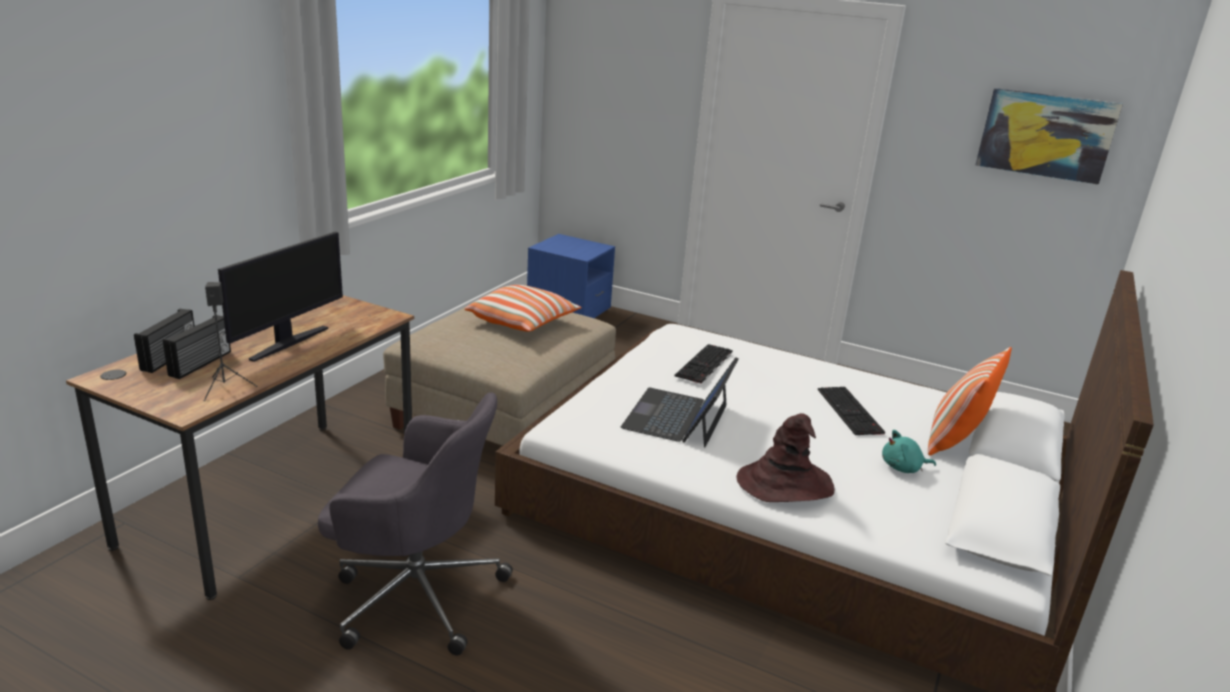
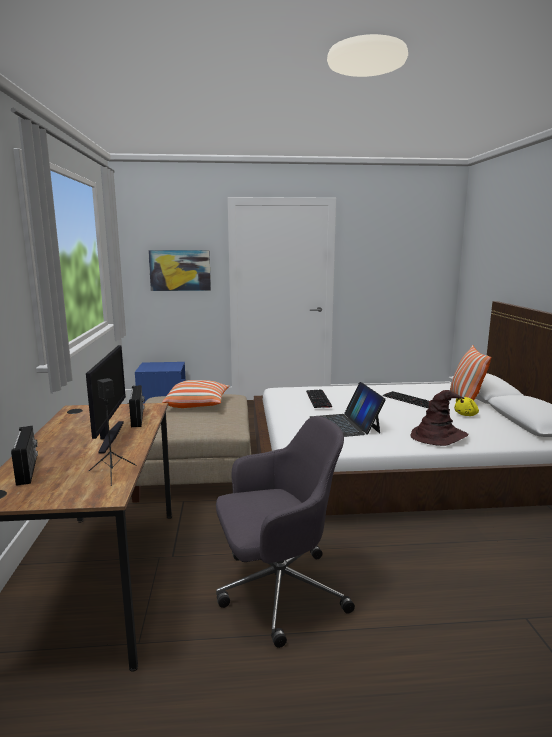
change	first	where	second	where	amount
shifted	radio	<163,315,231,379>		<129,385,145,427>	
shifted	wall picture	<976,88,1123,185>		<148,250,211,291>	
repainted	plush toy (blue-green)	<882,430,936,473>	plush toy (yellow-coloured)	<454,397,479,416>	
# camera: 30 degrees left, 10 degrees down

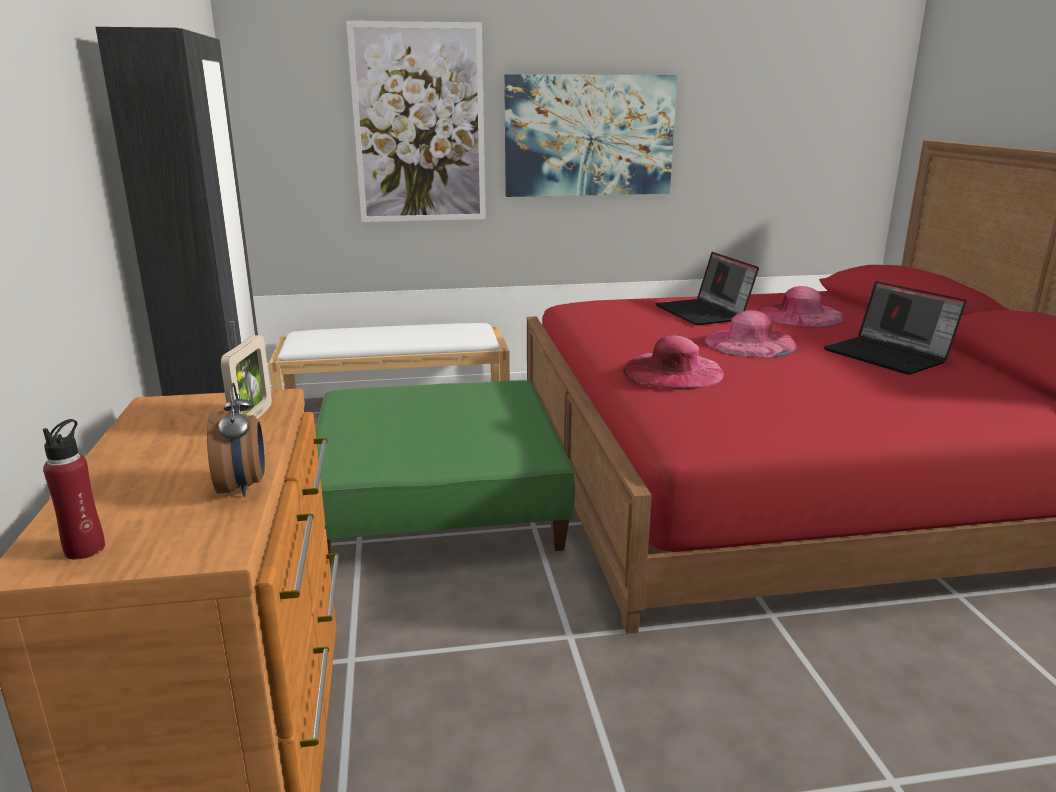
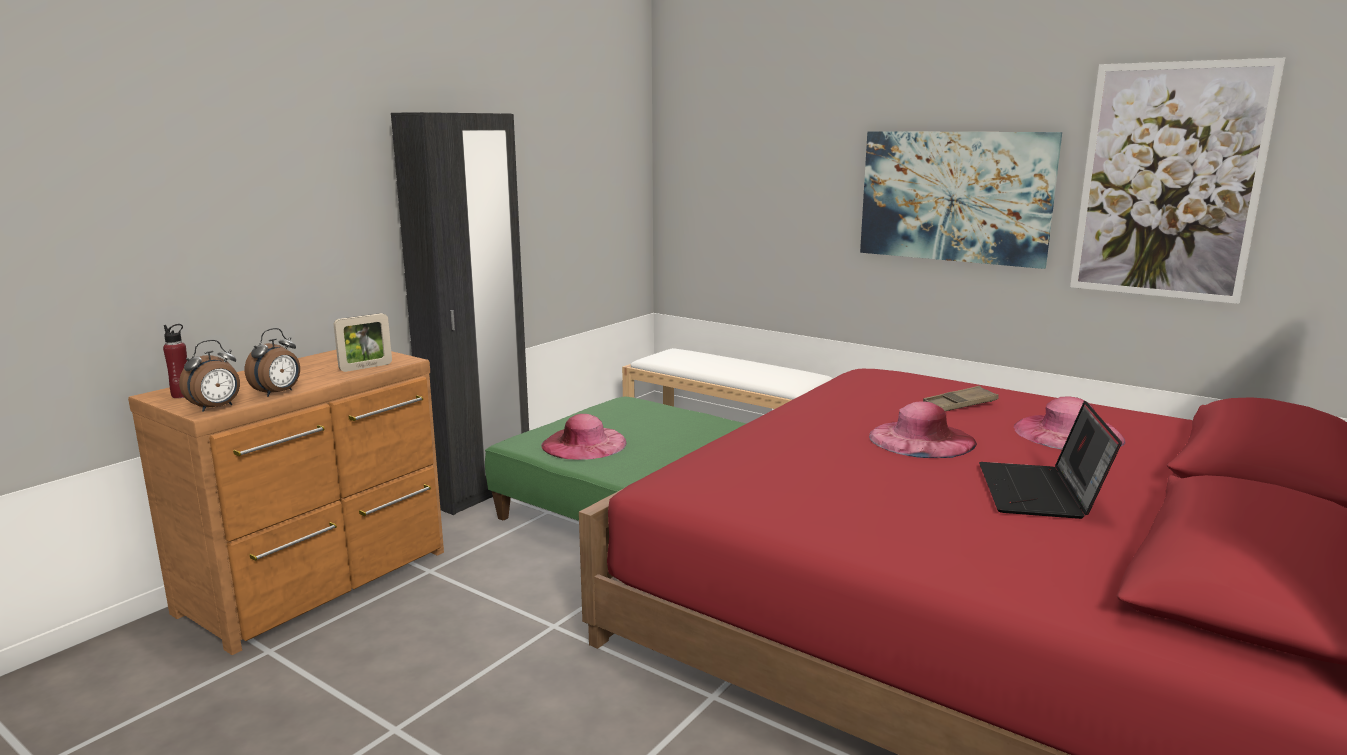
change	first	where	second	where	amount
new			bedside clock	<179,340,240,412>	
shifted	wall picture	<346,21,486,222>		<1070,58,1285,304>	
shifted	clothing hat (pink)	<623,336,724,389>		<541,414,627,460>	
swapped	laptop	<655,252,759,325>	tray (brown)	<923,386,999,411>	
# camera: 45 degrees right, 5 degrees down

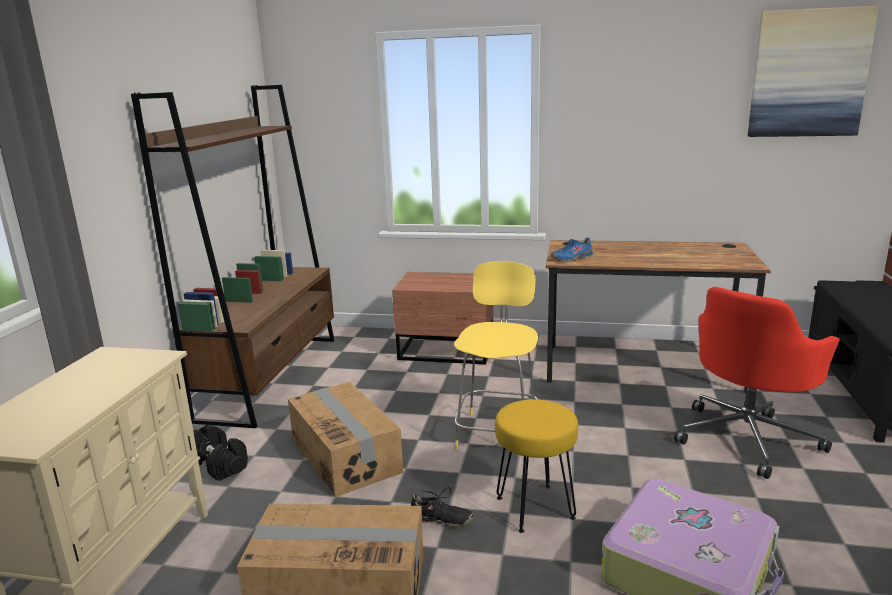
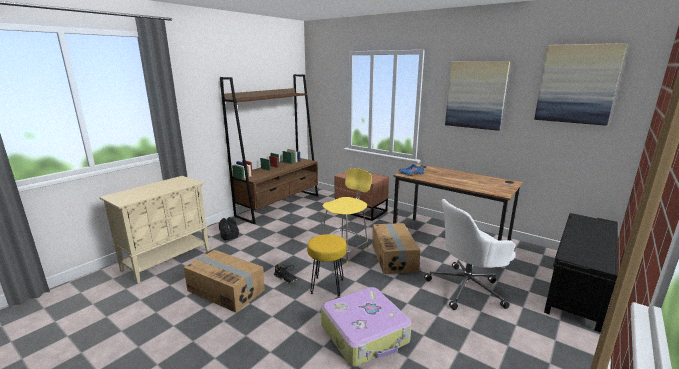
change	first	where	second	where	amount
new			wall picture	<445,62,510,131>	
shifted	carton	<288,382,403,497>		<372,223,421,274>	
repainted	desk chair (reddish)	<674,287,840,479>	desk chair (white-coloured)	<424,199,515,310>	
# camera: 25 degrees right, 0 degrees up

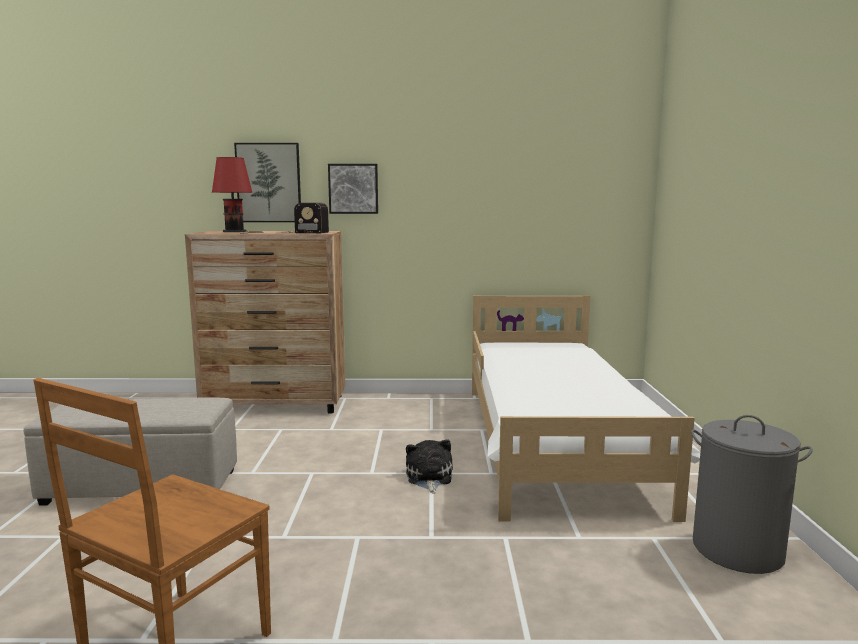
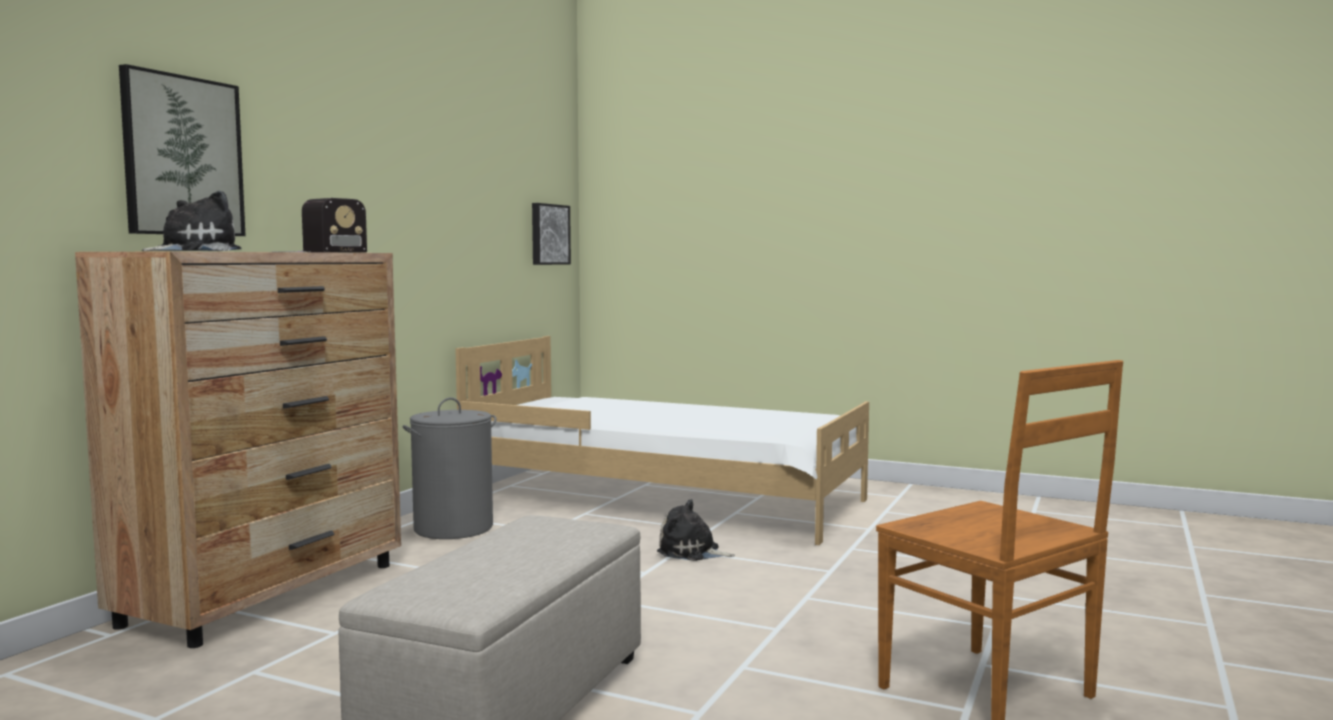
change	first	where	second	where	amount
shifted	wall picture	<328,164,378,214>		<532,203,571,265>	
shifted	laundry basket (greyish)	<691,415,813,574>		<403,397,496,539>	
swapped	table lamp (reddish)	<212,157,262,234>	plush toy	<142,191,241,251>	
# camera: 65 degrees left, 5 degrees down

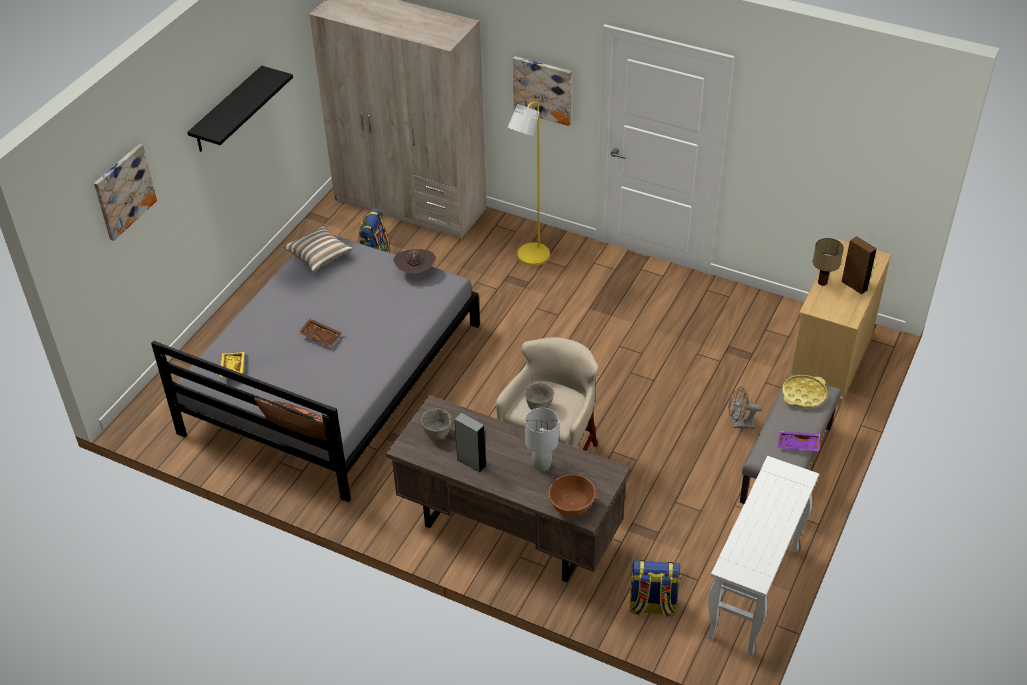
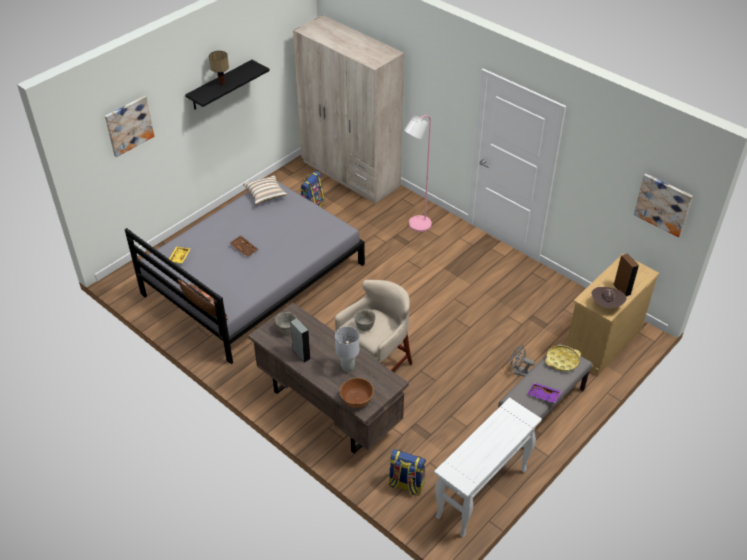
change	first	where	second	where	amount
shifted	clothing hat (brown)	<393,249,436,274>		<591,287,627,308>	
shifted	wall picture	<513,56,572,126>		<634,174,693,237>	
shifted	table lamp	<813,238,844,286>		<209,51,229,85>	
repainted	standing lamp (yellow-coloured)	<507,102,550,266>	standing lamp (pink)	<404,115,432,232>	
# camera: 15 degrees right, 0 degrees up

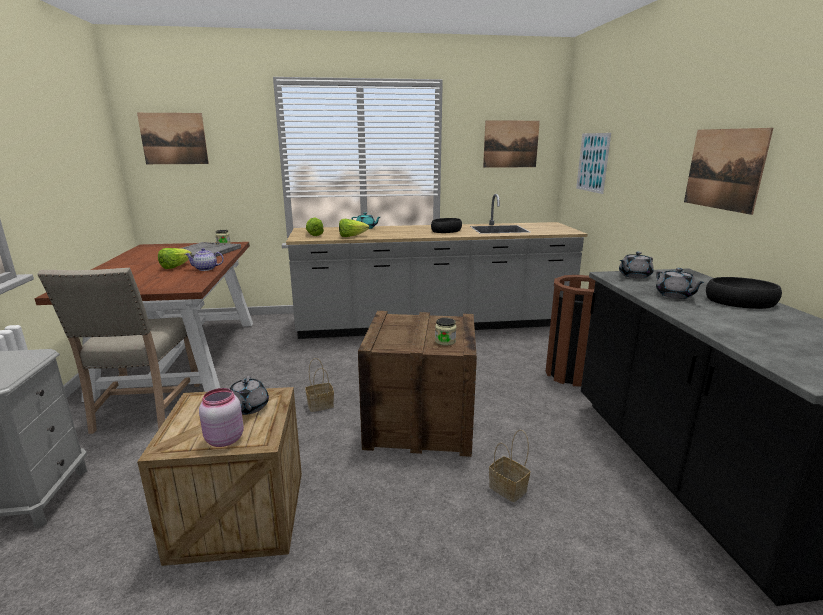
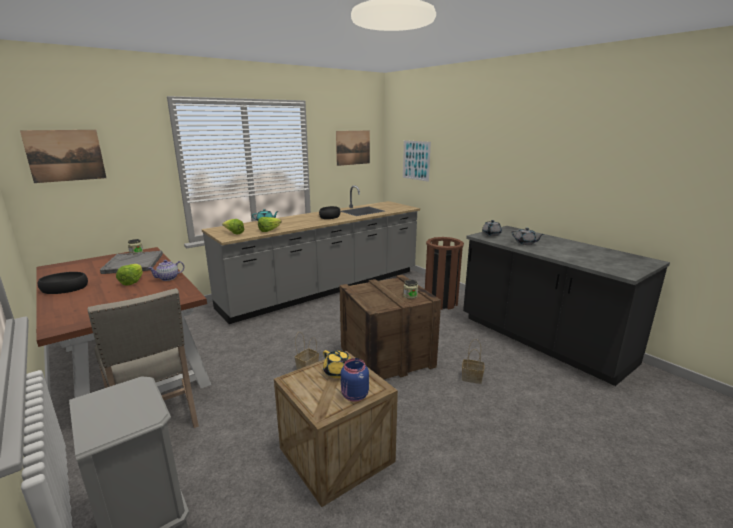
change	first	where	second	where	amount
gone	wall picture	<684,128,773,215>			
shifted	serving bowl (black)	<706,277,782,309>		<38,272,88,294>	
repainted	jar (pink)	<199,388,244,447>	jar (blue)	<341,358,369,402>	
repainted	teapot (greyish)	<230,376,269,415>	teapot (yellow-coloured)	<323,350,351,378>	
# camera: 30 degrees left, 0 degrees up

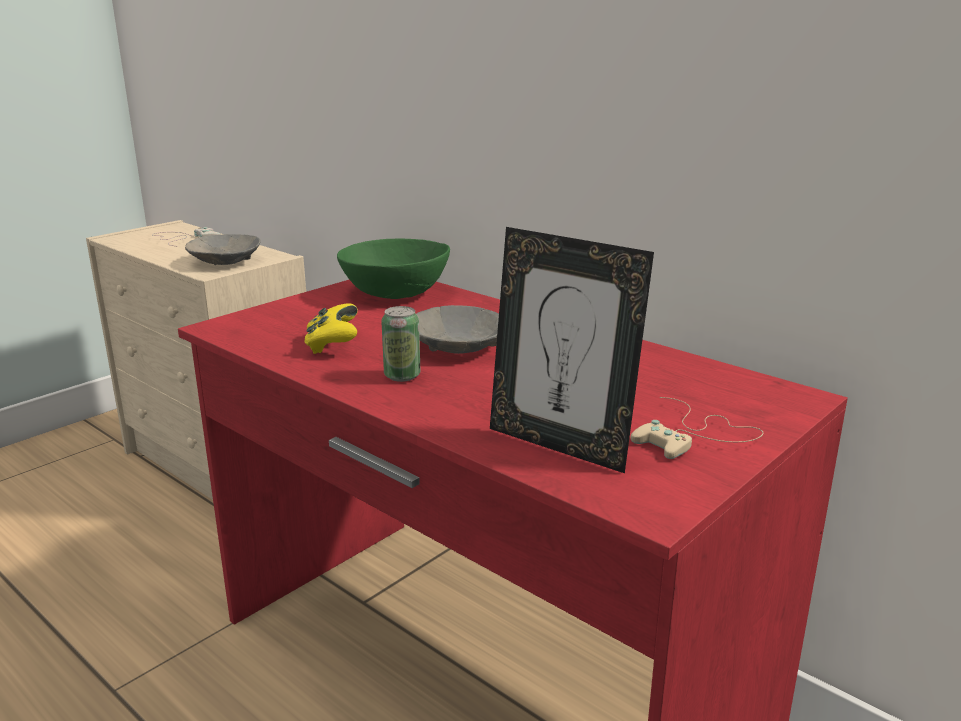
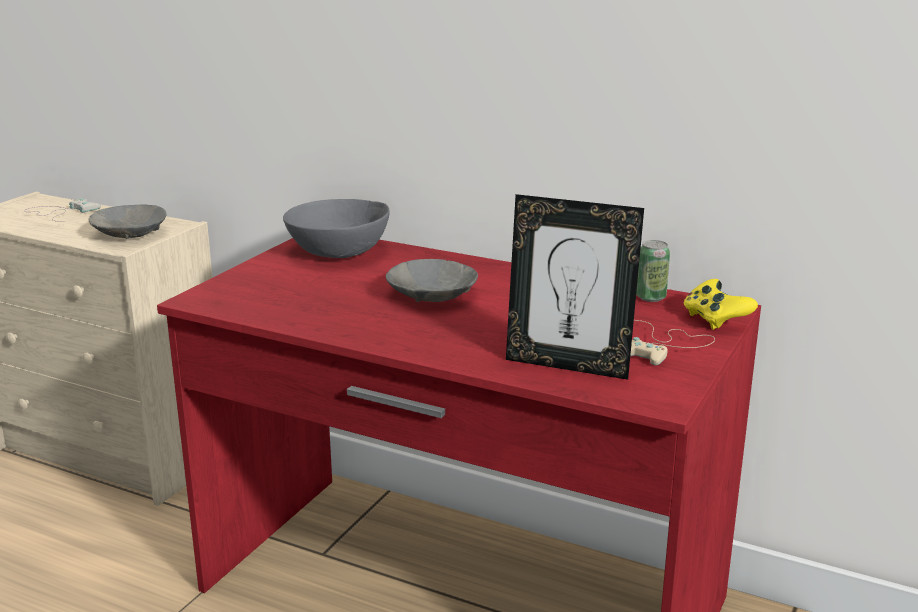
change	first	where	second	where	amount
shifted	gamepad (yellow-coloured)	<305,304,358,354>		<683,279,758,330>	
shifted	sealed can	<381,306,420,382>		<636,240,670,302>	
repainted	serving bowl (green)	<337,238,450,299>	serving bowl (greyish)	<283,199,390,258>	
# camera: 15 degrees left, 0 degrees up

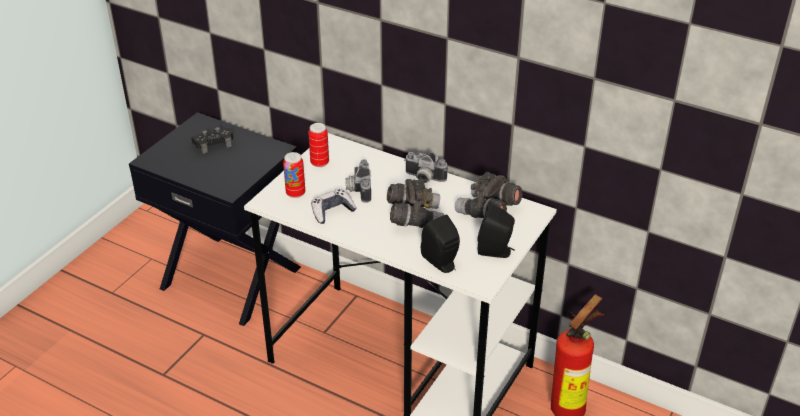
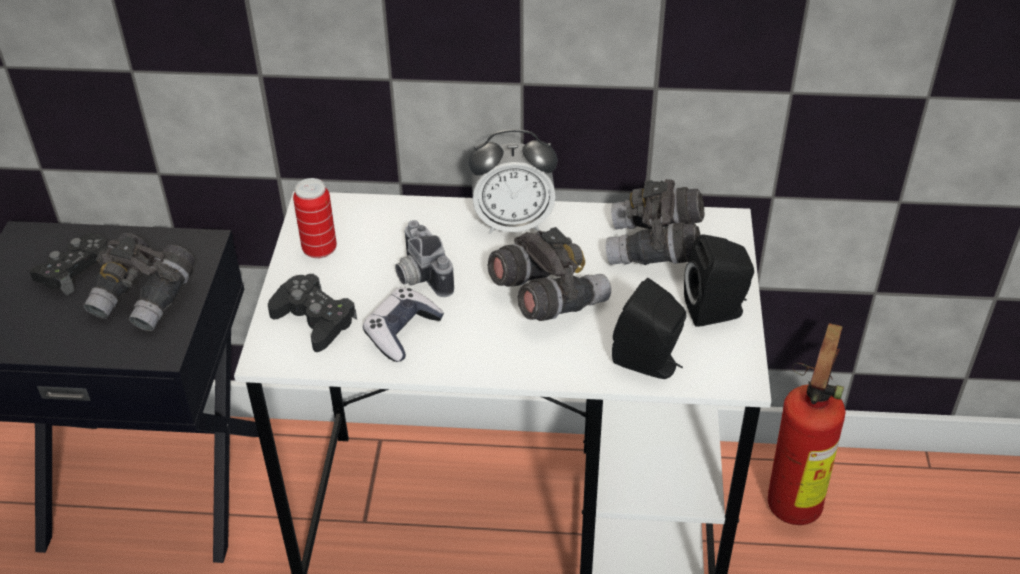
change	first	where	second	where	amount
new			binoculars (greyish)	<83,233,195,331>	
swapped	sealed can	<283,152,305,198>	gamepad (black)	<268,274,357,352>	
swapped	still camera	<404,152,448,183>	bedside clock	<468,129,558,234>	
# camera: 25 degrees left, 5 degrees up

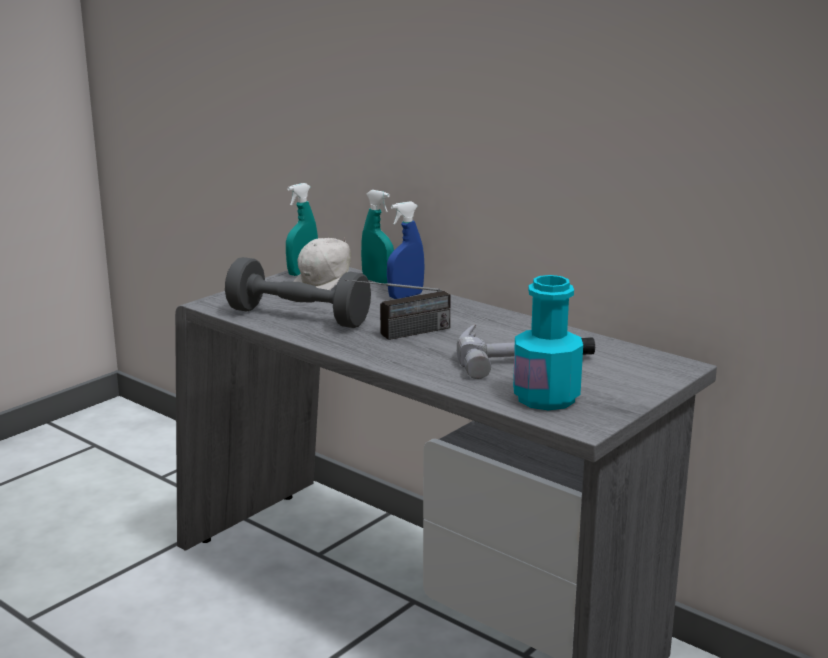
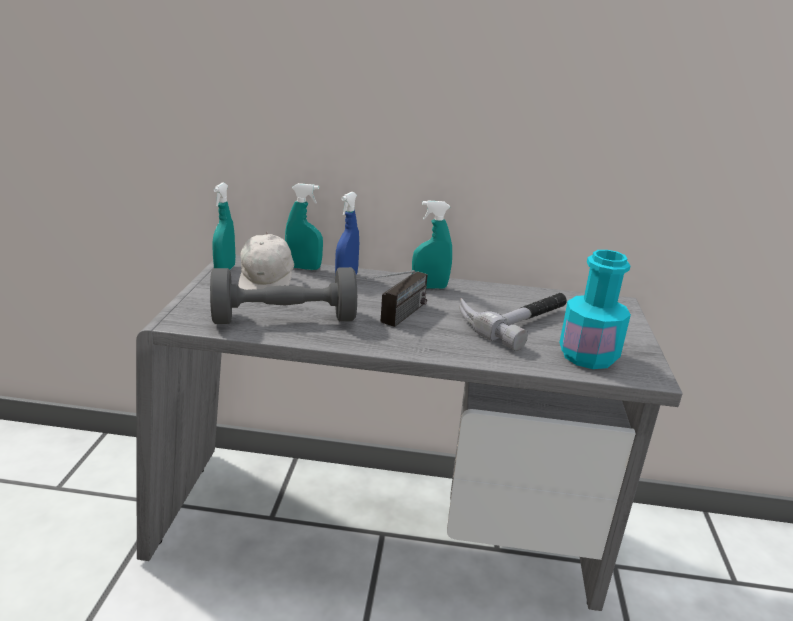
change	first	where	second	where	amount
new			sprayer (blue-green)	<412,200,452,289>	
# camera: 35 degrees left, 5 degrees up

